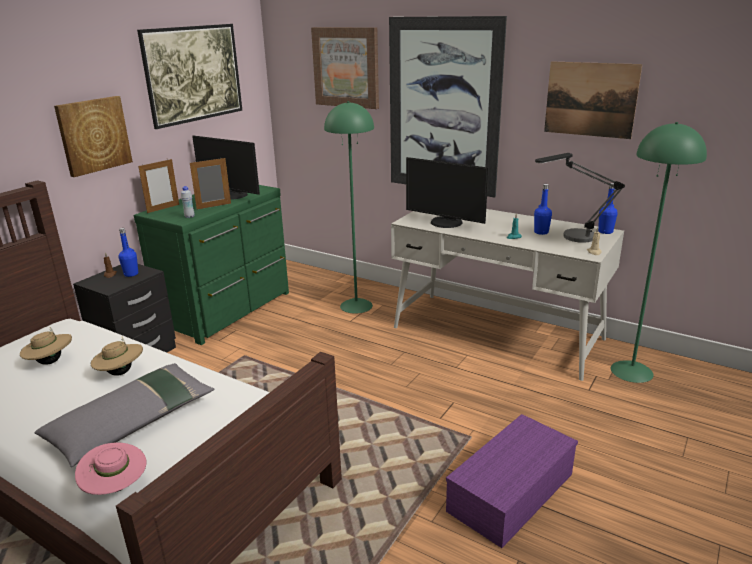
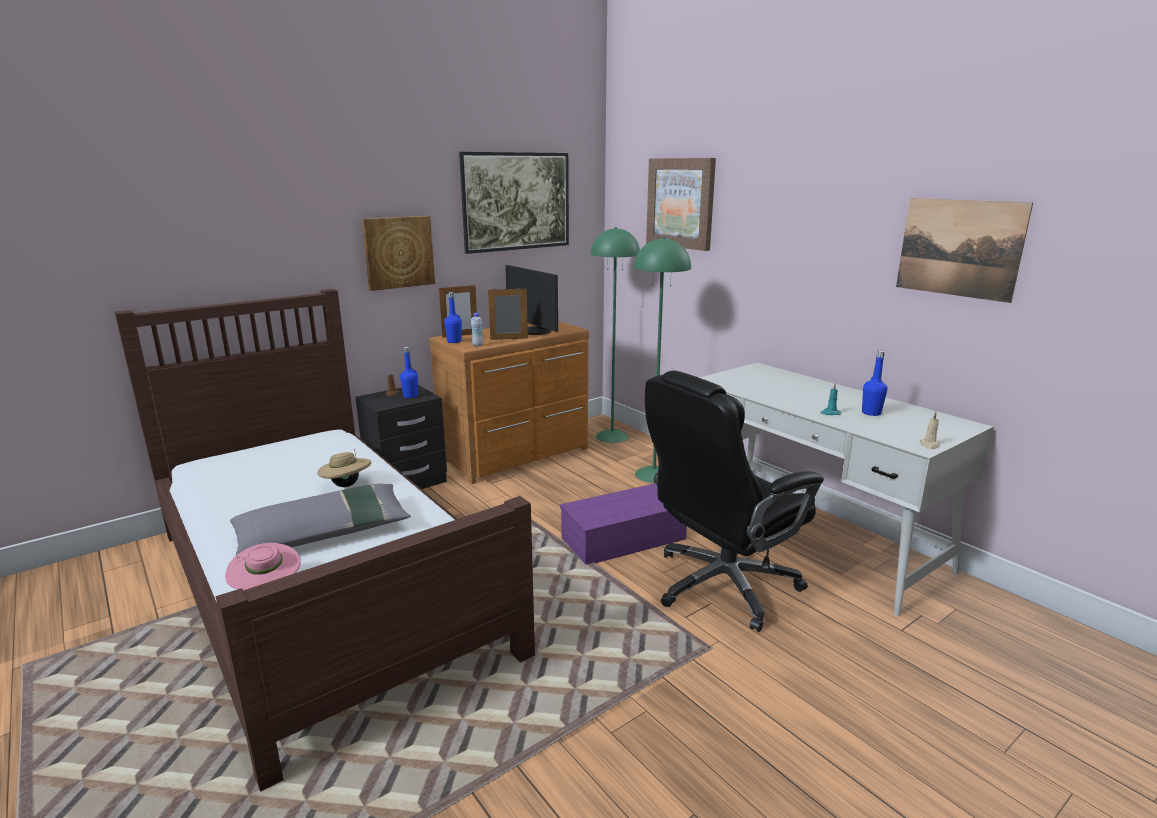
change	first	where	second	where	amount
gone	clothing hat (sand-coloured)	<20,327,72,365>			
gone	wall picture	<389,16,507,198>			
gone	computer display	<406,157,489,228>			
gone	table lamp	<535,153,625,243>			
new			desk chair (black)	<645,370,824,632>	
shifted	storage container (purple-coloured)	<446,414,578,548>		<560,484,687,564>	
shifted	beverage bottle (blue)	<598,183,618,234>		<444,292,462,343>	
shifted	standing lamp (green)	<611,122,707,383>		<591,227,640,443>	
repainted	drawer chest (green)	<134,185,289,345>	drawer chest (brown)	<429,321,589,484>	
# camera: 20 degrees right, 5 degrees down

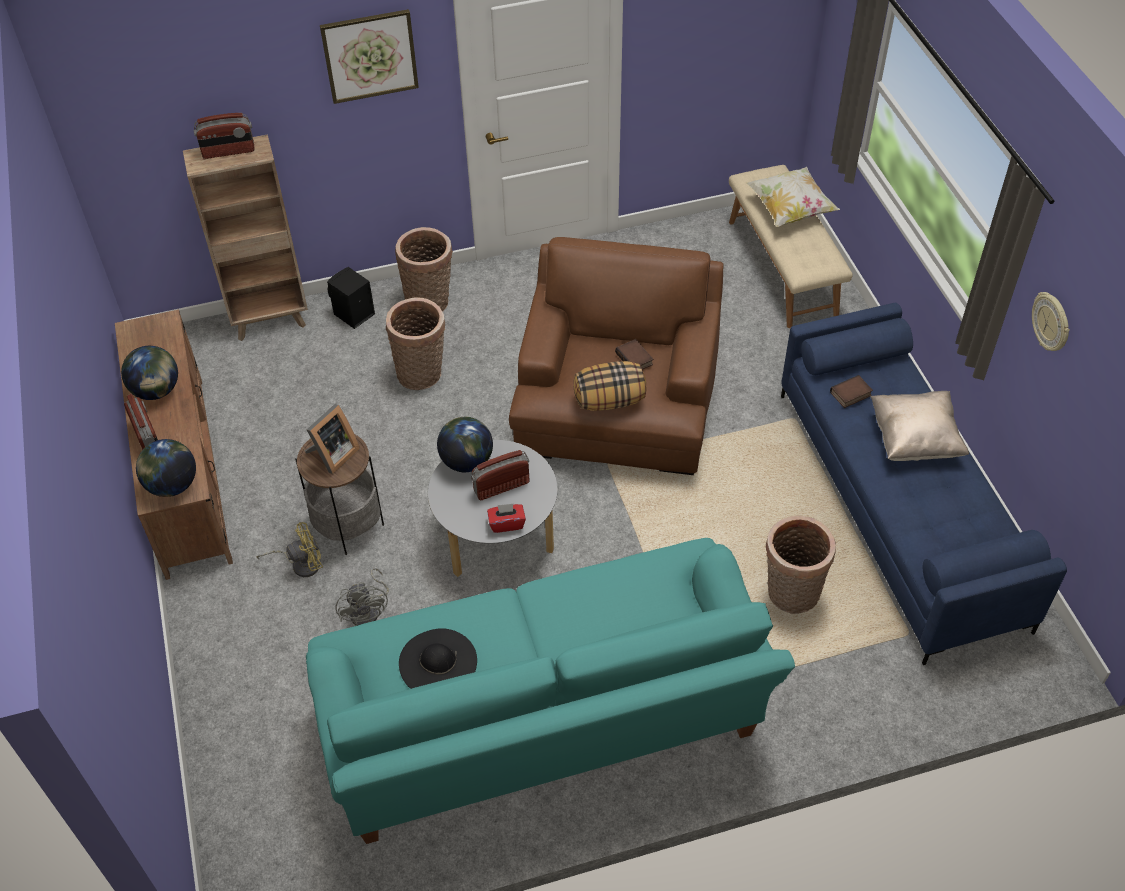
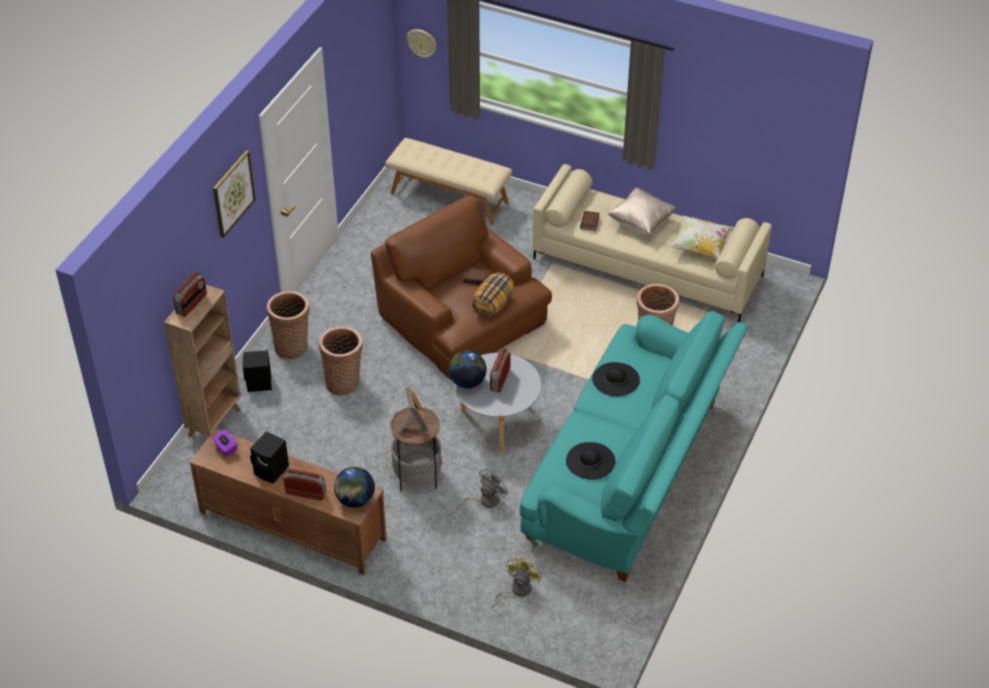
change	first	where	second	where	amount
gone	tissue box (reddish)	<487,504,526,533>			
new			tissue box (purple-coloured)	<212,429,237,456>	
new			clothing hat (black)	<592,362,640,397>	
shifted	fan (yellow-coloured)	<256,522,323,577>		<493,557,541,607>	
shifted	cushion	<746,167,840,227>		<669,216,734,259>	
shifted	wall clock	<1032,292,1070,351>		<407,29,437,58>	
swapped	desk globe	<121,346,178,400>	loudspeaker (black)	<250,431,289,483>	
repainted	couch (blue)	<781,303,1067,665>	couch (sand-coloured)	<533,164,772,322>	
rotated	fan (greyish)	<335,568,389,626>		<456,469,509,509>	75 degrees counterclockwise
# camera: 50 degrees left, 5 degrees down

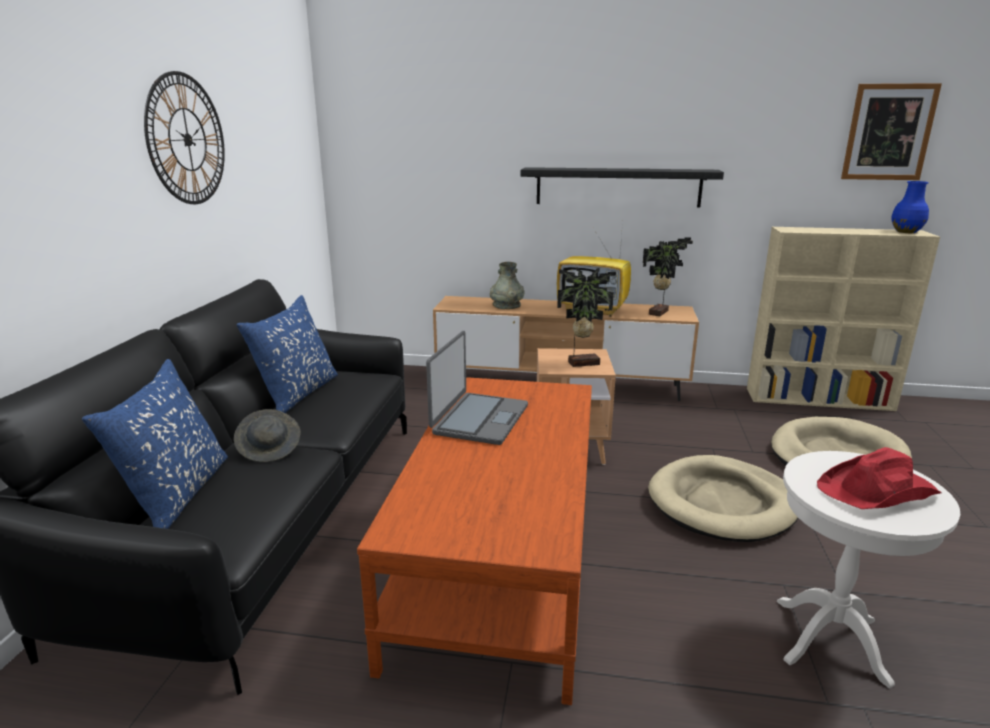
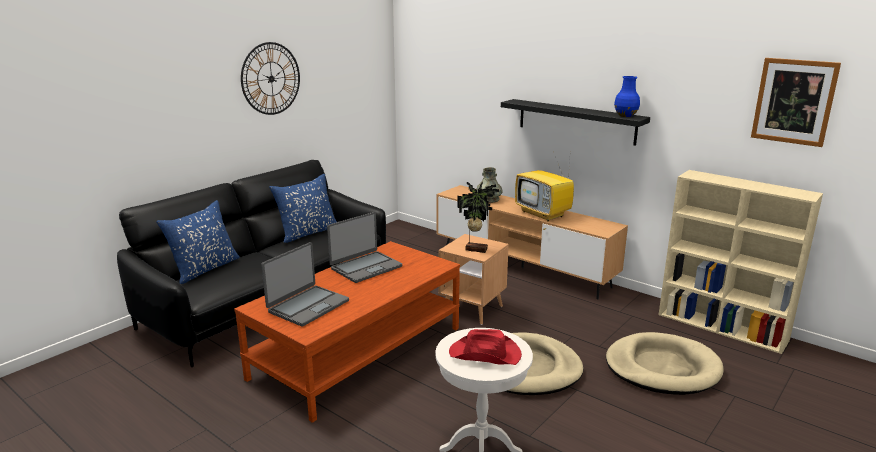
change	first	where	second	where	amount
gone	clothing hat (greyish)	<234,409,300,462>			
gone	potted plant	<643,237,693,316>			
new			laptop	<261,242,349,327>	
shifted	flower vase (blue)	<891,181,929,233>		<614,76,640,117>	
# camera: 30 degrees right, 0 degrees up

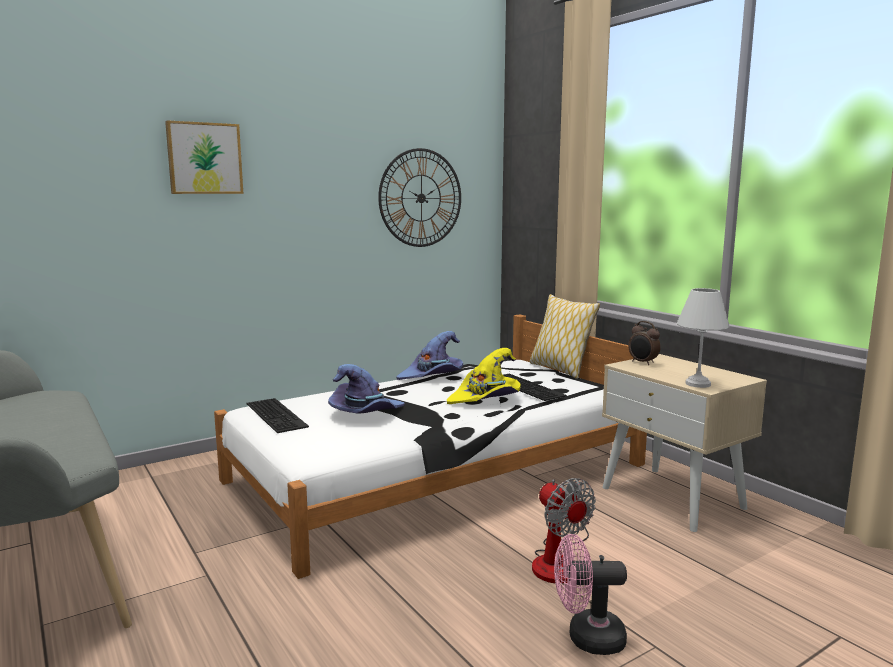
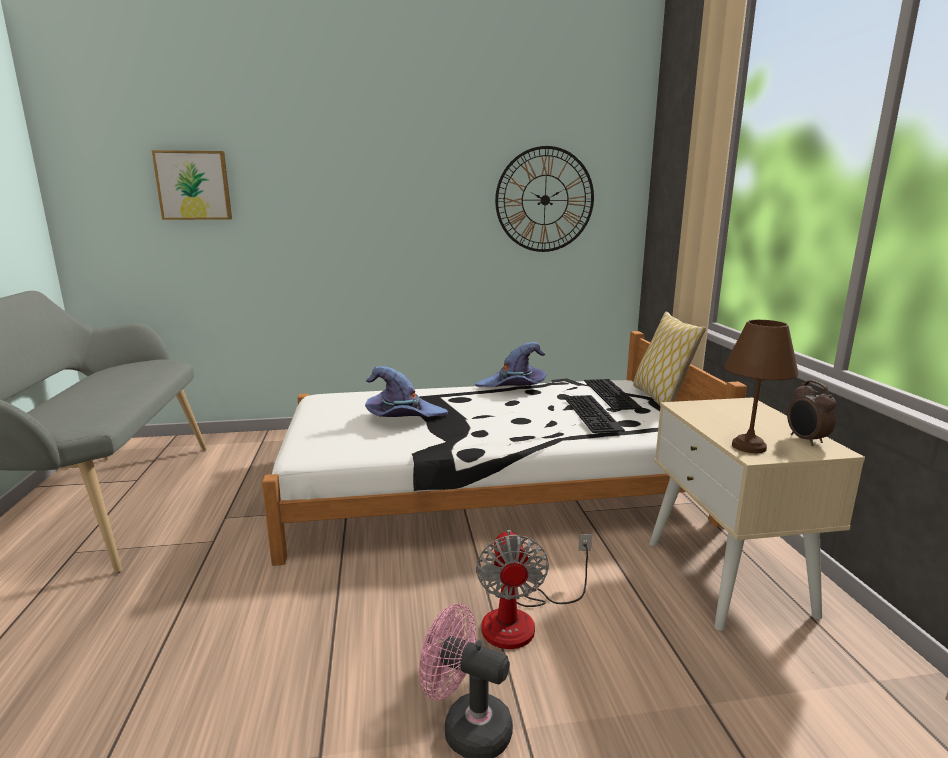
change	first	where	second	where	amount
gone	clothing hat (yellow-coloured)	<447,348,521,404>			
shifted	wall picture	<165,120,243,194>		<152,150,232,220>	
shifted	keyboard	<247,398,309,433>		<584,379,642,410>	
shifted	bedside clock	<628,321,661,365>		<787,380,836,446>	
repainted	table lamp (white-coloured)	<677,288,730,388>	table lamp (brown)	<724,320,799,453>	
# camera: 25 degrees right, 5 degrees up

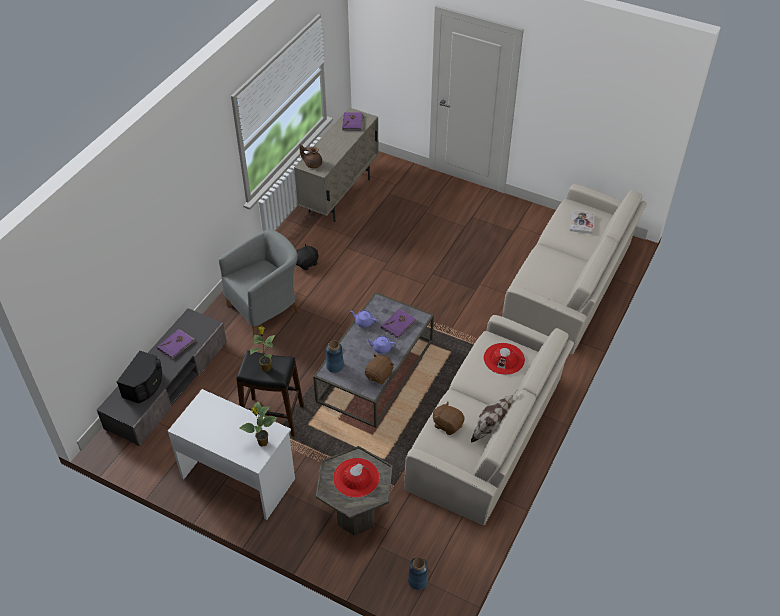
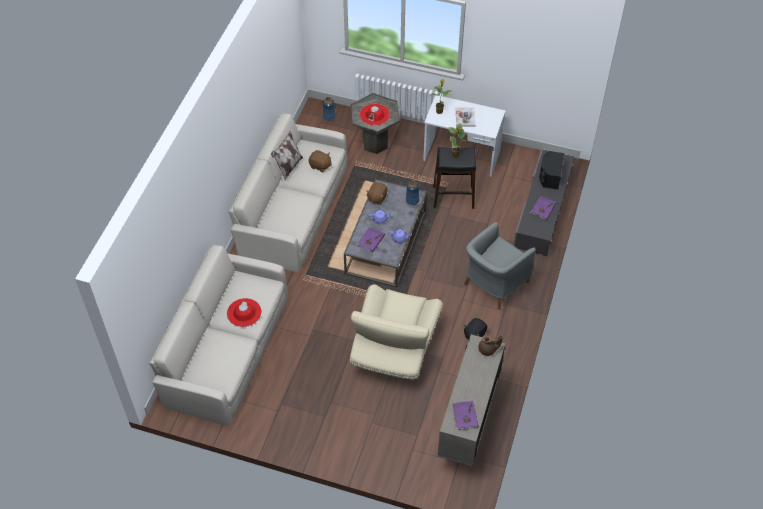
change	first	where	second	where	amount
new			armchair (sand-coloured)	<350,285,443,379>	
shifted	clothing hat (reddish)	<484,343,525,375>		<227,298,261,327>	
shifted	bound book	<570,210,594,234>		<456,107,476,127>	
# camera: 170 degrees right, 5 degrees up

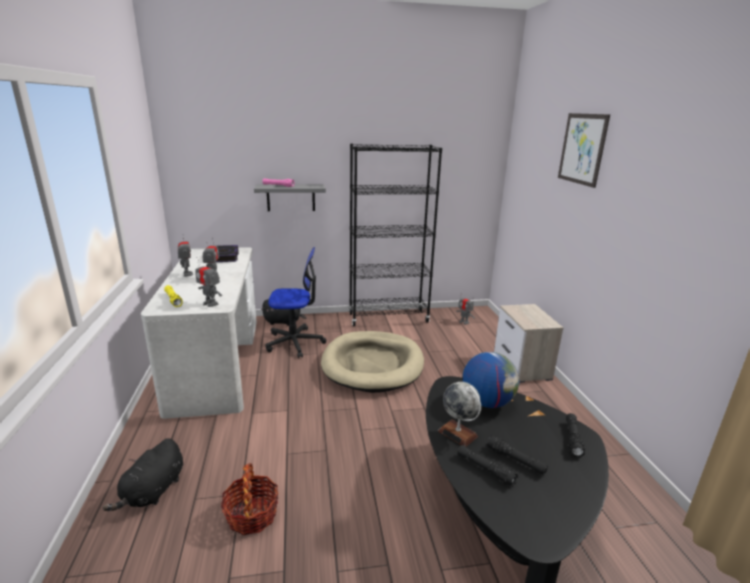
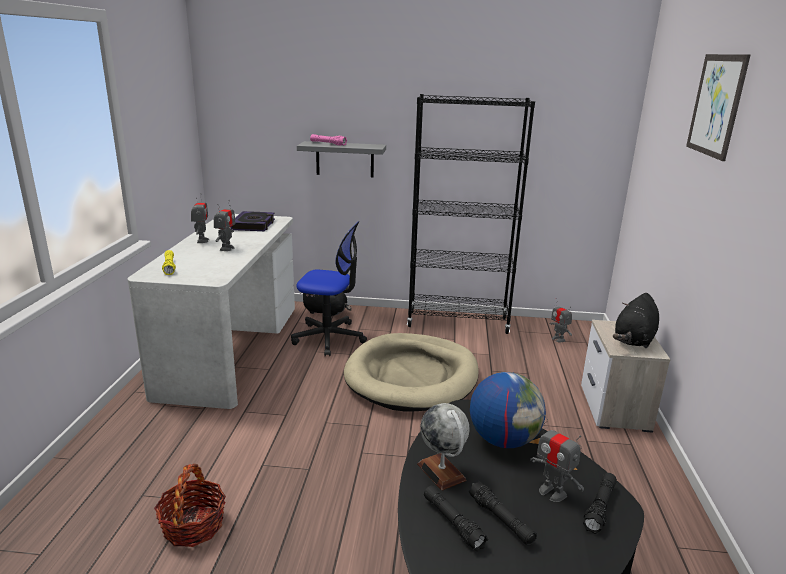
change	first	where	second	where	amount
shifted	plush toy (black)	<102,438,183,511>		<613,293,659,348>	
shifted	toy robot	<195,257,222,307>		<530,415,584,502>	
# camera: 15 degrees right, 0 degrees up

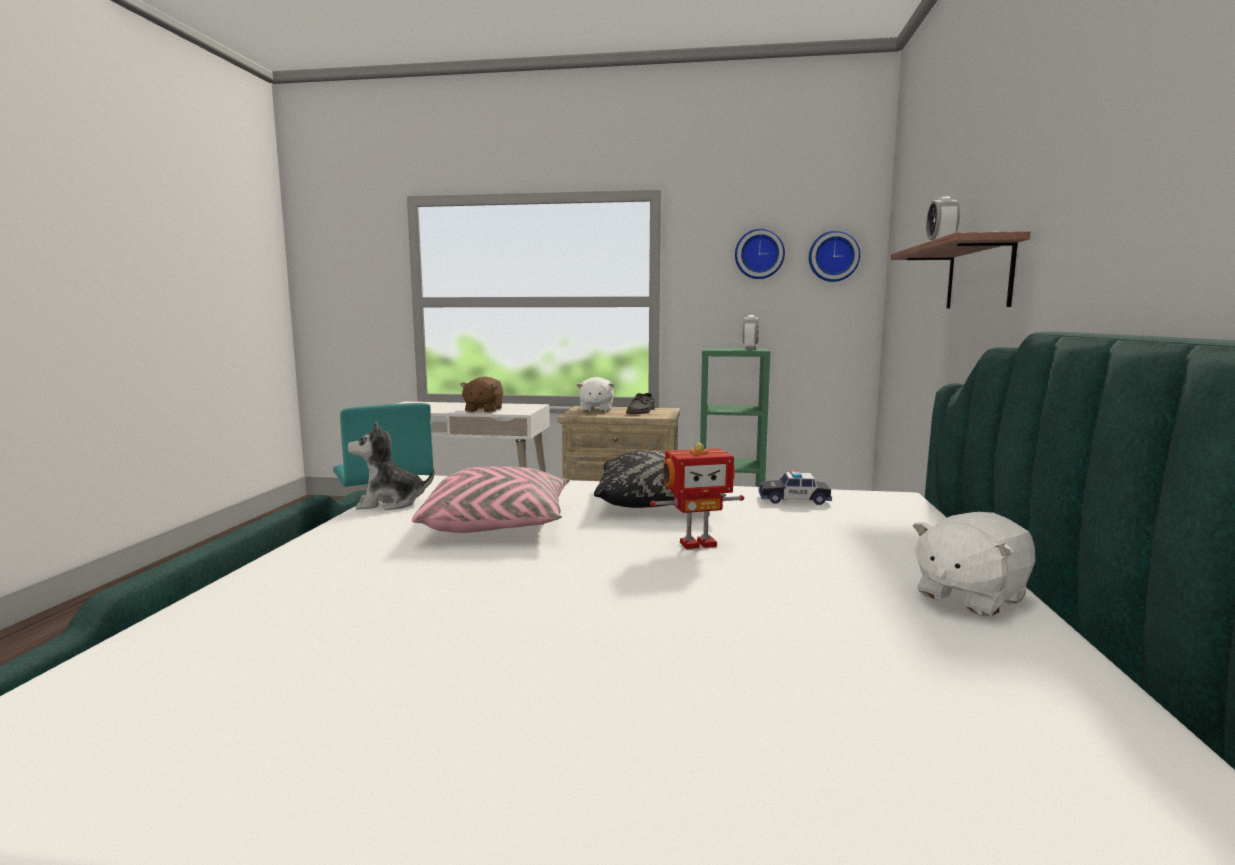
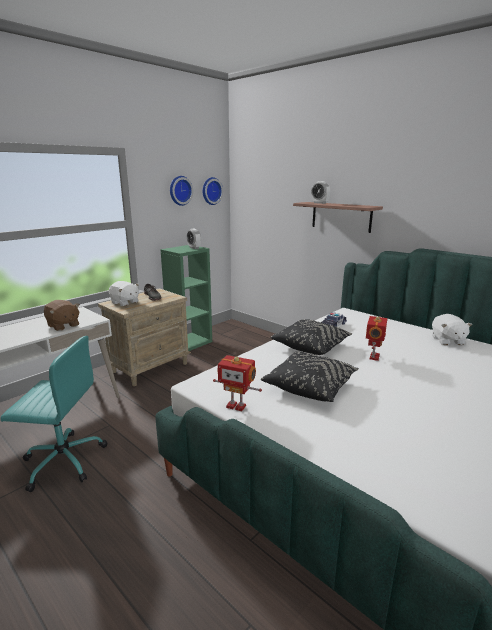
change	first	where	second	where	amount
swapped	plush toy	<347,421,434,510>	toy robot	<213,355,262,411>	
repainted	cushion (pink)	<412,467,570,533>	cushion (black)	<261,351,359,402>	
# camera: 55 degrees left, 10 degrees up

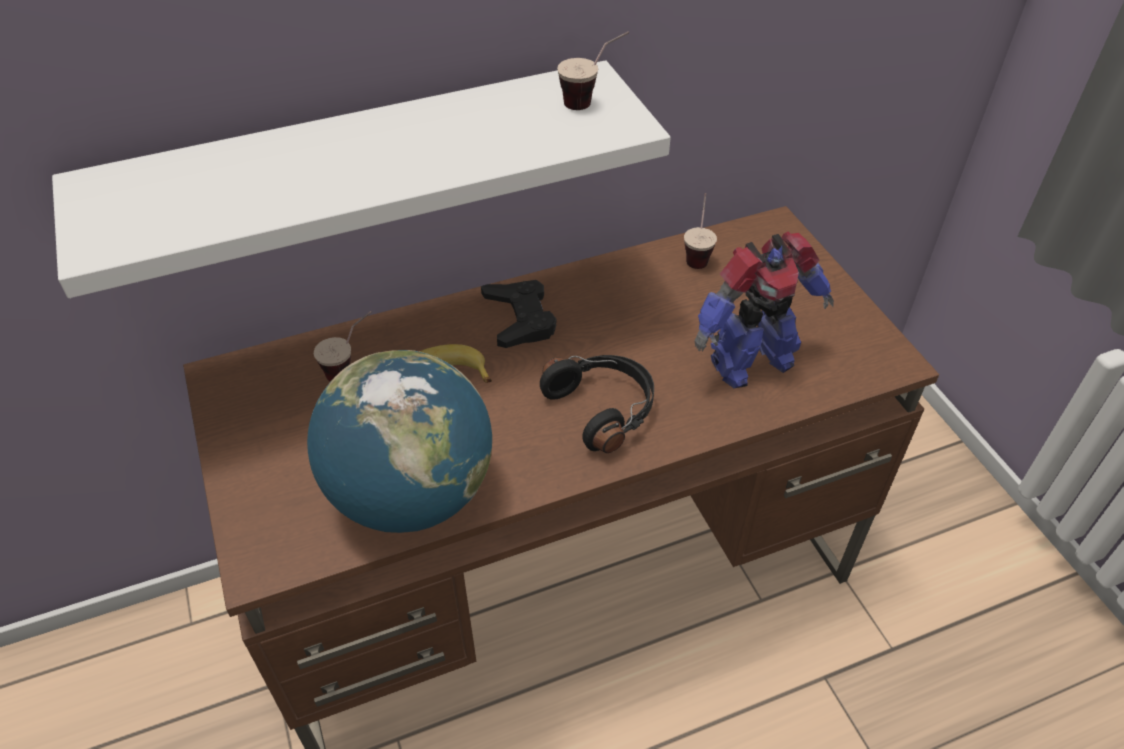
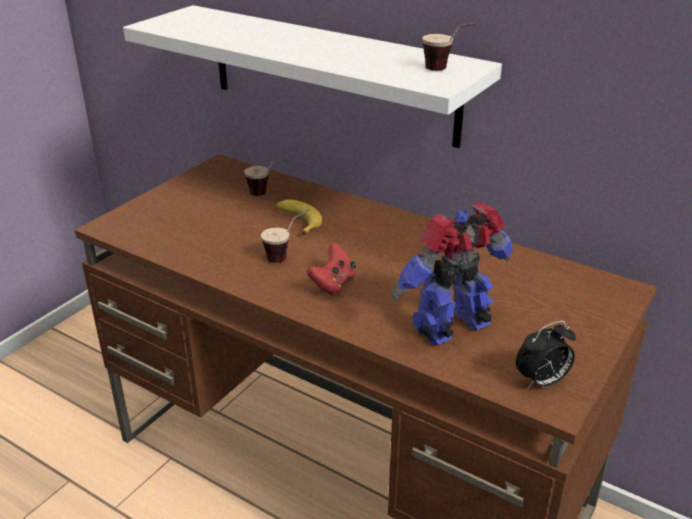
change	first	where	second	where	amount
gone	desk globe	<307,350,492,533>			
gone	gamepad (black)	<481,280,556,348>			
new			bedside clock	<516,321,576,389>	
shifted	small cup	<684,193,717,269>		<261,209,310,263>	
swapped	headset (black)	<540,355,654,453>	gamepad (reddish)	<307,242,356,296>	
rotated	toy robot	<694,231,834,388>		<391,203,513,346>	120 degrees clockwise
# camera: 55 degrees right, 15 degrees down

